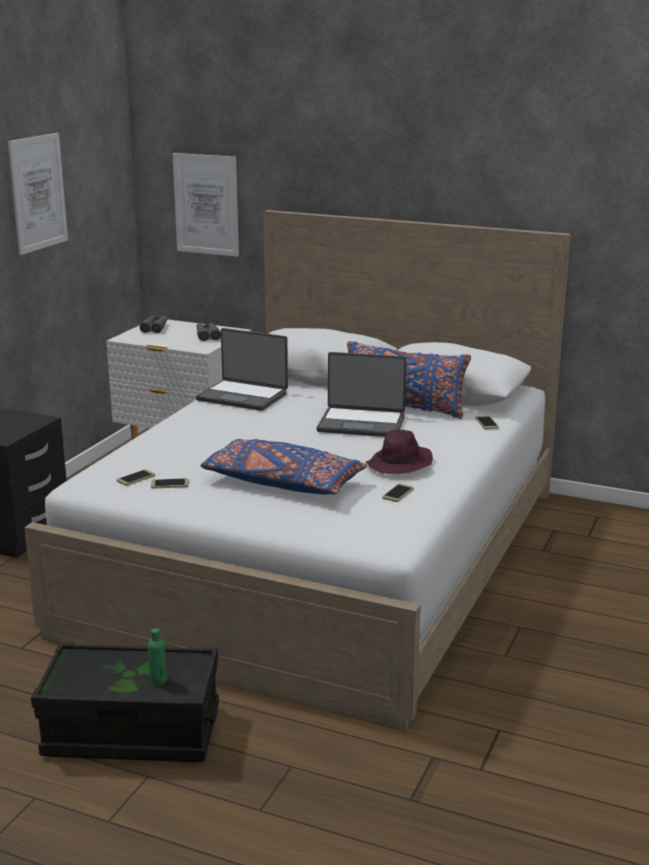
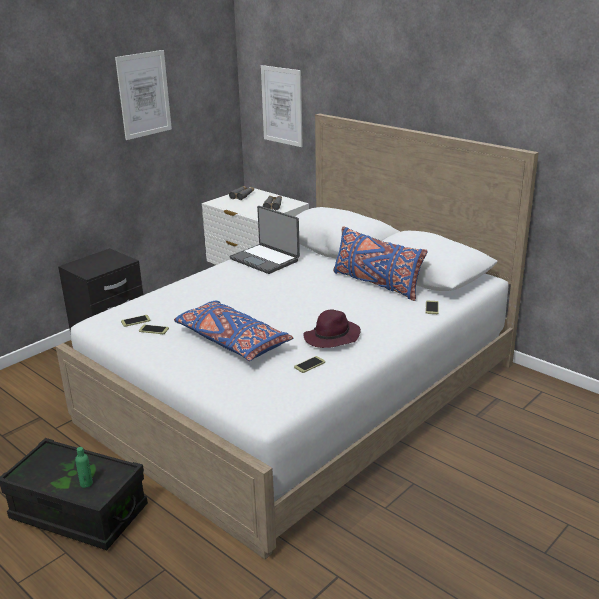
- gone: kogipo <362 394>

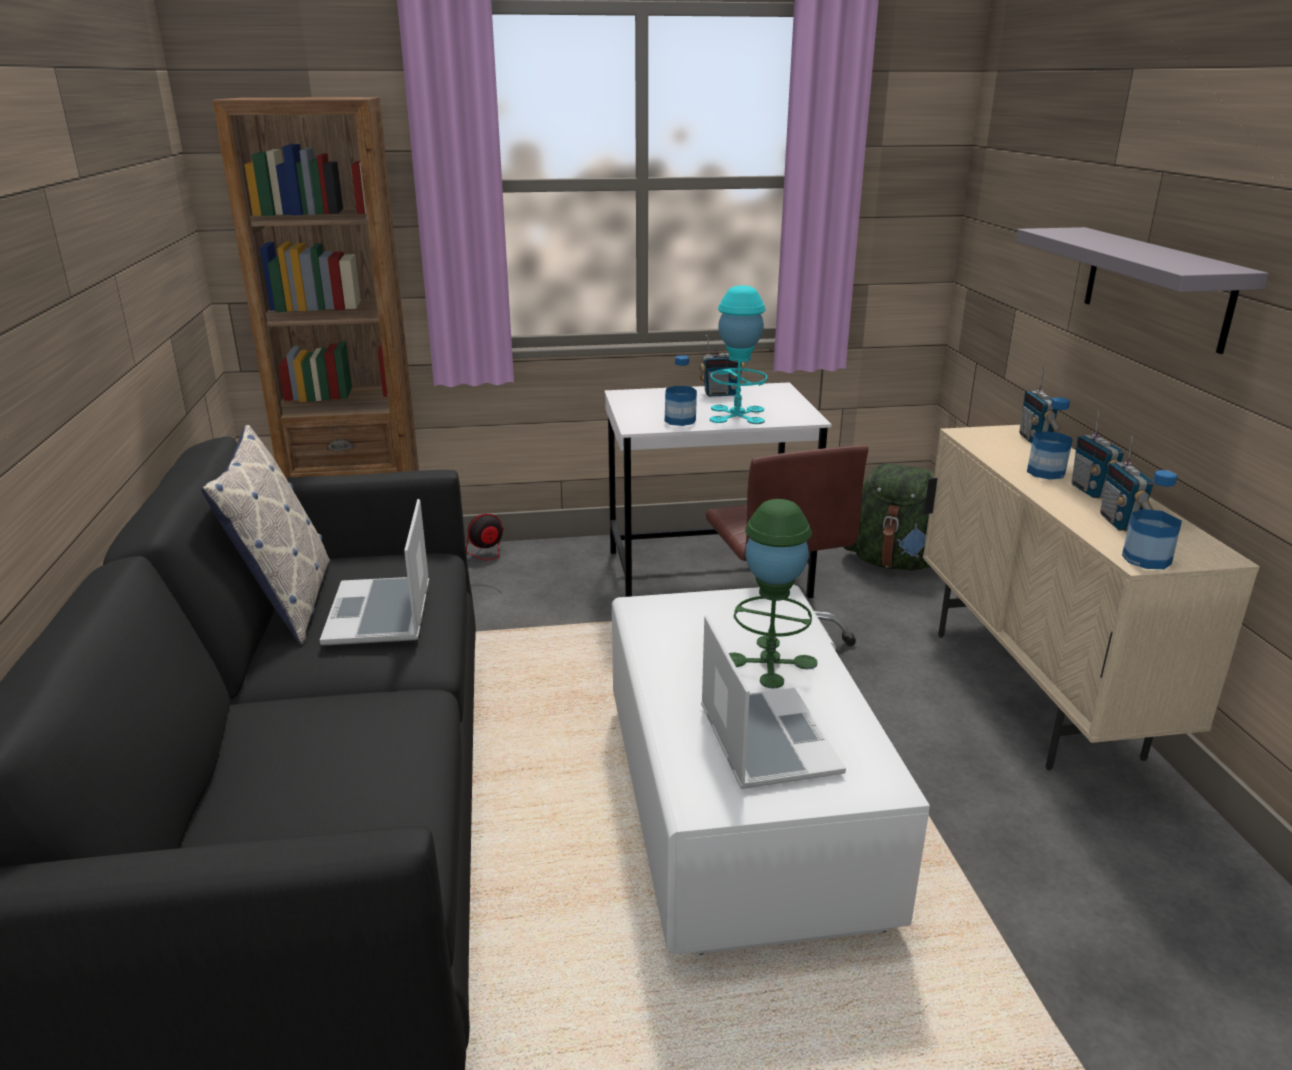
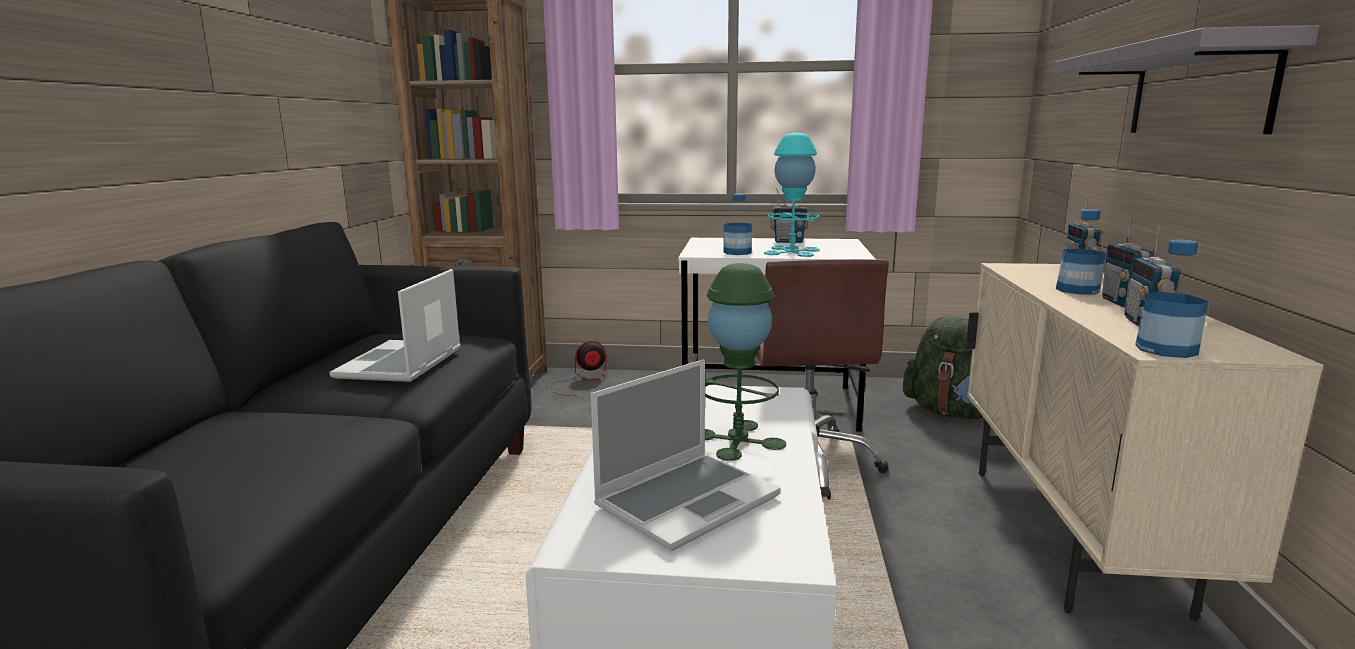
- gone: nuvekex <265 534>
- rotated: kogipo <773 702> = <686 455> 45 degrees clockwise

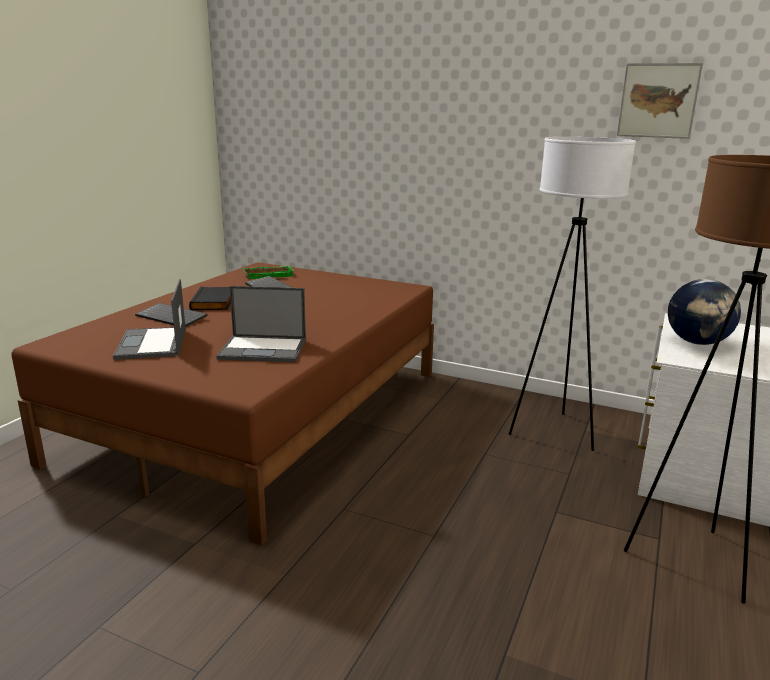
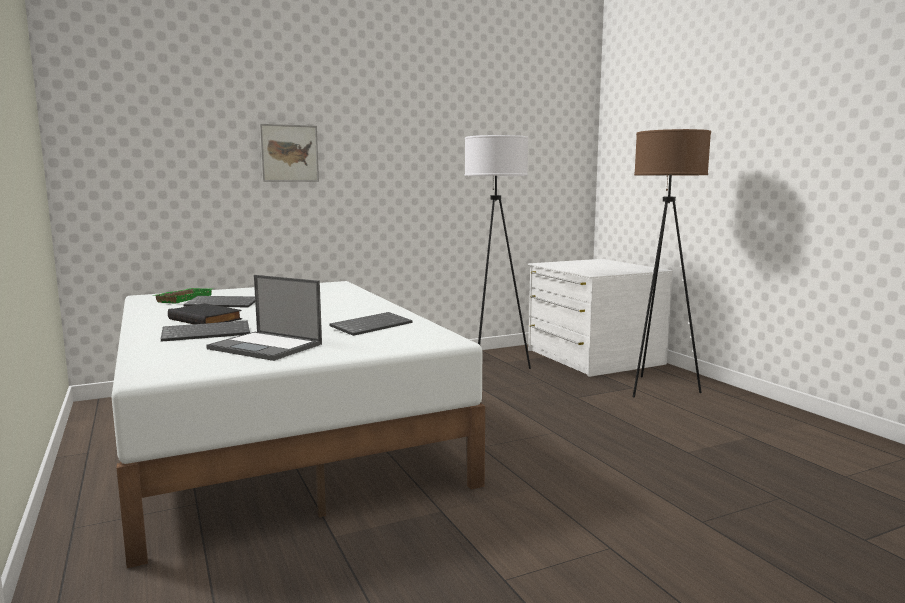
- gone: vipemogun <704 312>
- shifted: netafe <660 101> to <289 153>
- swapped: kogipo <261 324> to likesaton <371 324>
- repainted: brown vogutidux <223 404> to white vogutidux <298 424>

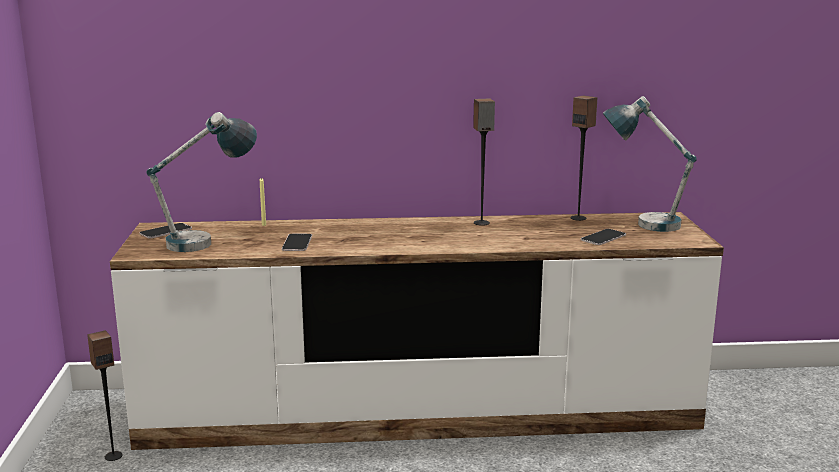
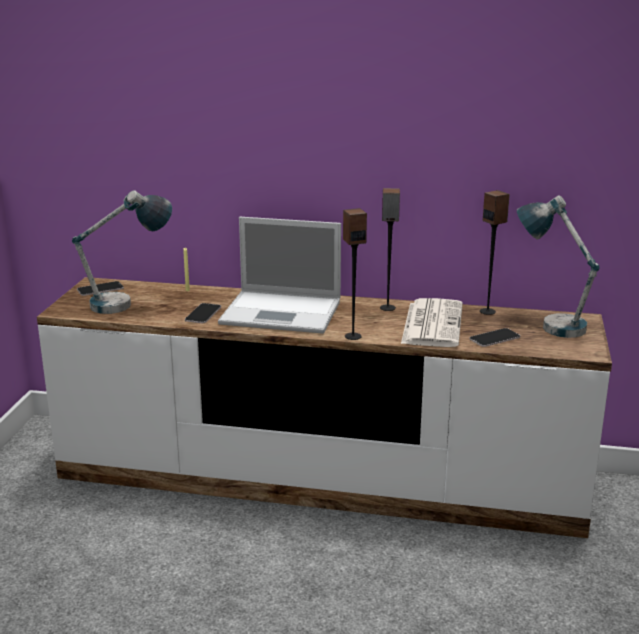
- new: kogipo <279 275>
- new: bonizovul <432 322>
- shifted: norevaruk <105 395> to <355 274>

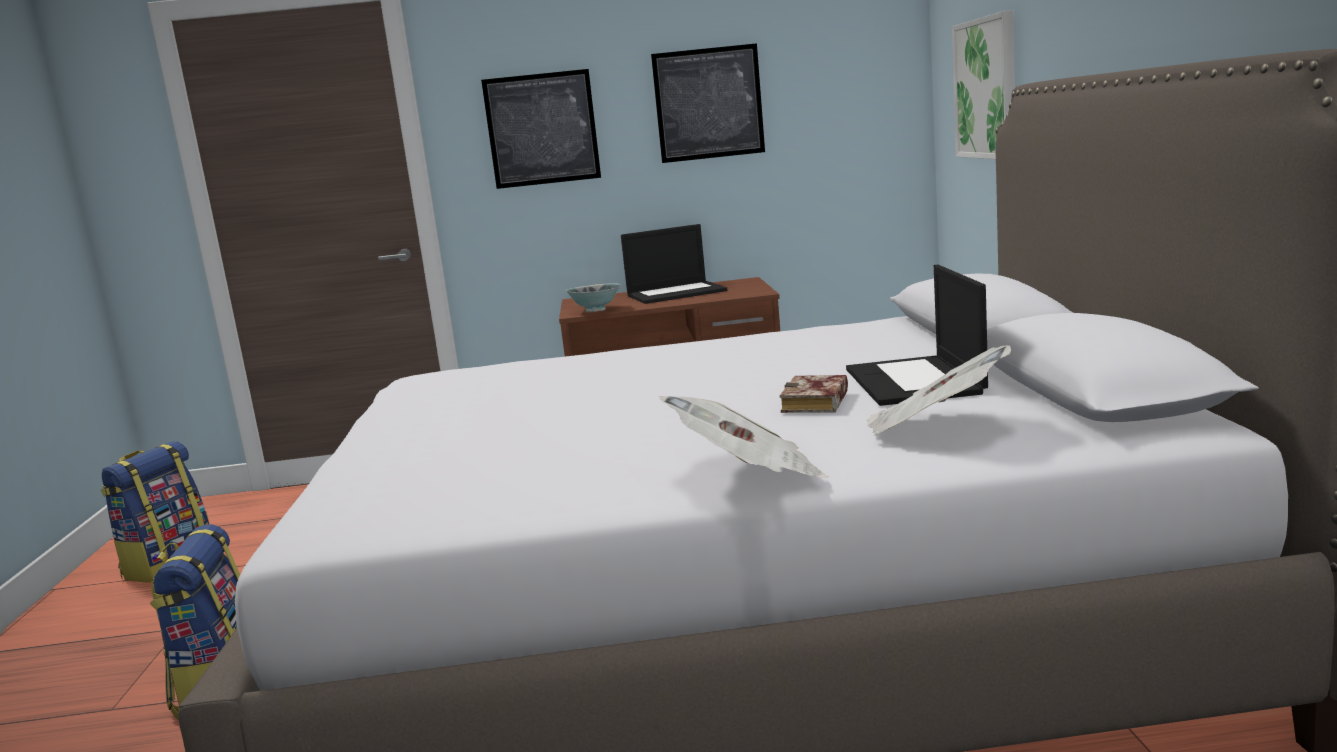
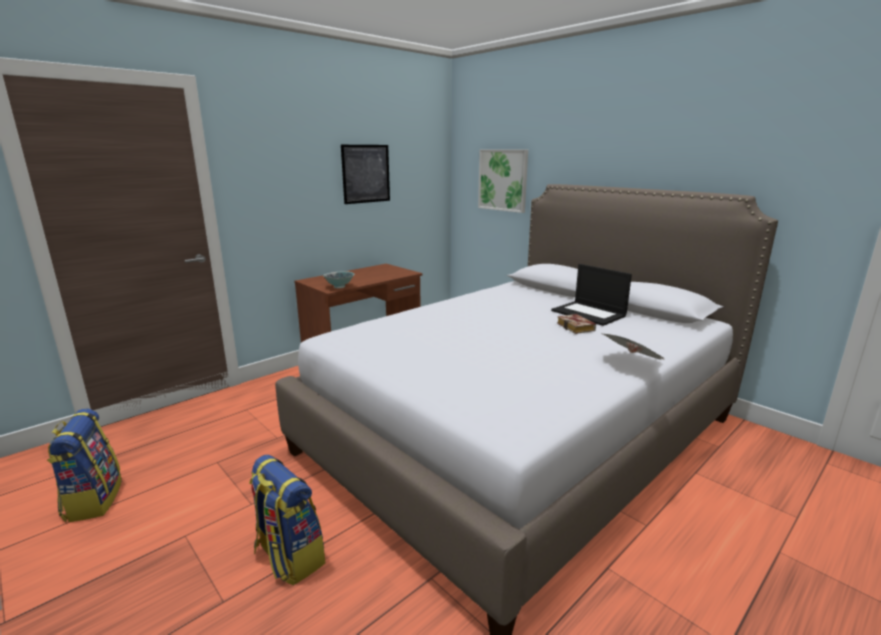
- gone: netafe <541 129>
- gone: kogipo <674 264>
- gone: bonizovul <939 390>

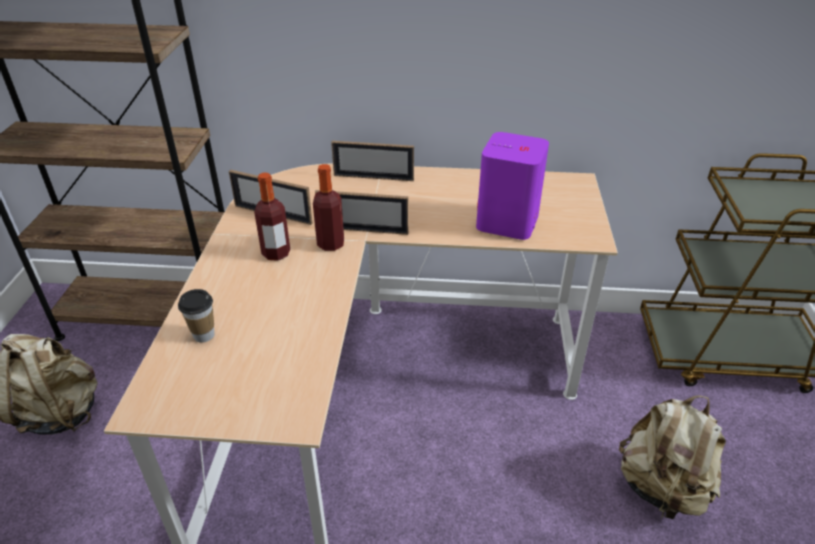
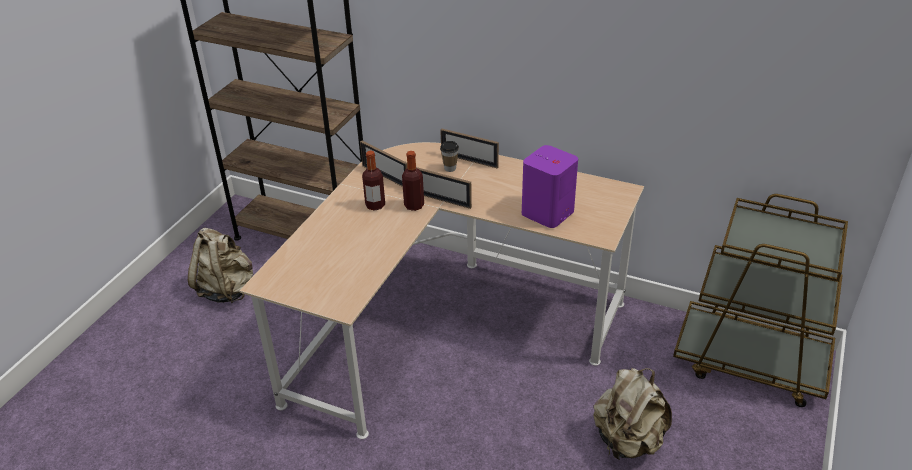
- shifted: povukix <196 316> to <449 156>

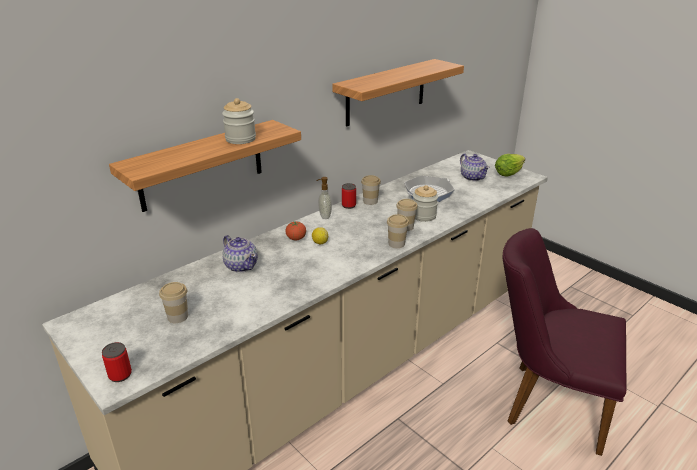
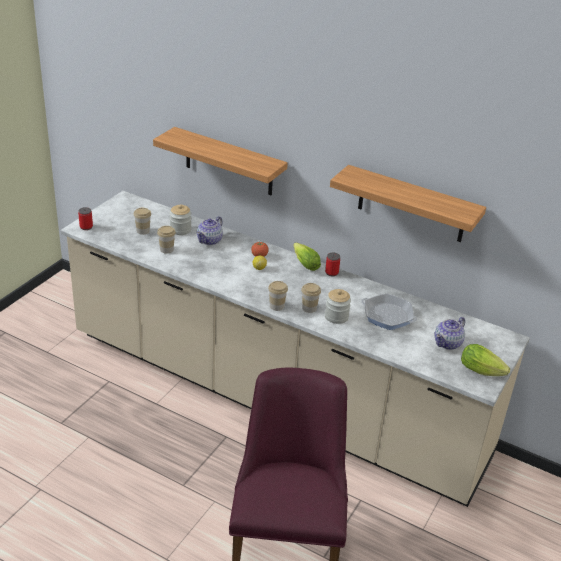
- shifted: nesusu <239 121> to <180 219>
- shifted: povukix <371 190> to <166 240>
- swapped: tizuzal <324 198> to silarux <307 256>

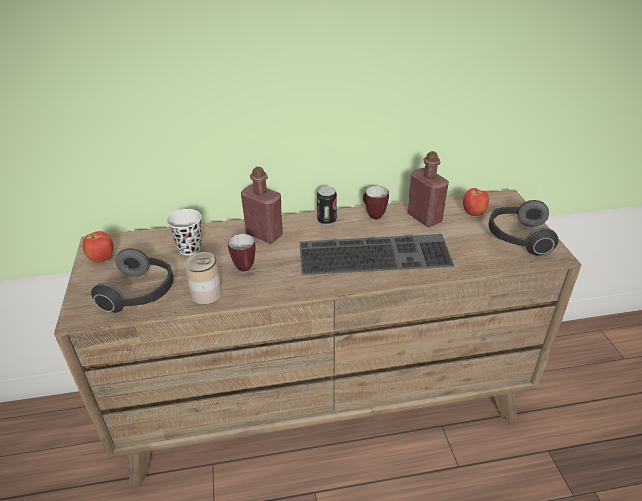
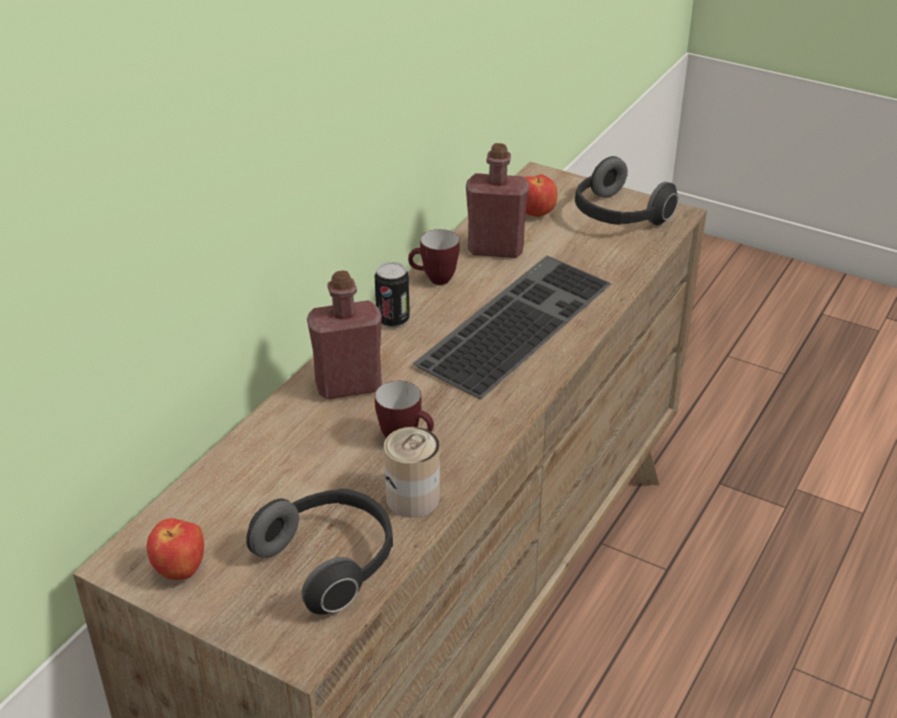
- gone: white povukix <184 232>

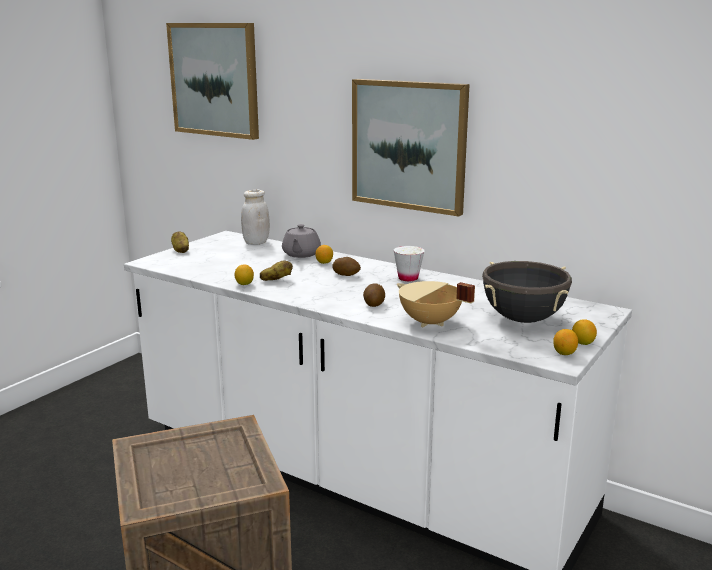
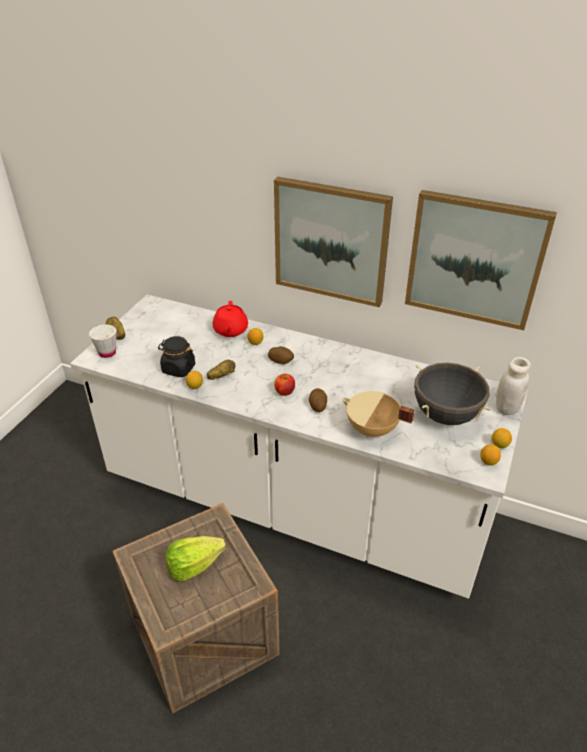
- new: black nesusu <176 356>
- new: silarux <196 558>
- new: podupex <284 385>
- shifted: netafe <212 81> to <481 260>
- shifted: white nesusu <255 217> to <513 386>
- shifted: white povukix <409 263> to <103 341>
- repainted: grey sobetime <301 241> to red sobetime <230 319>

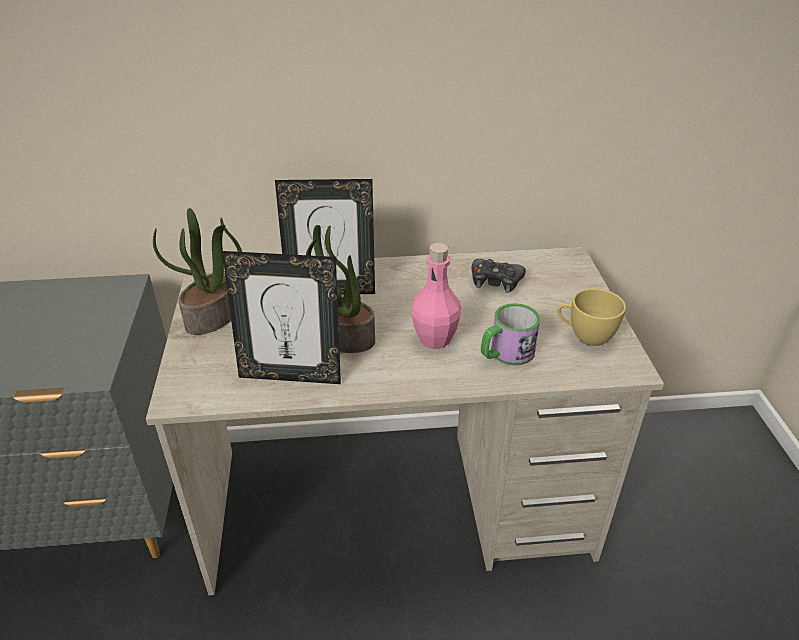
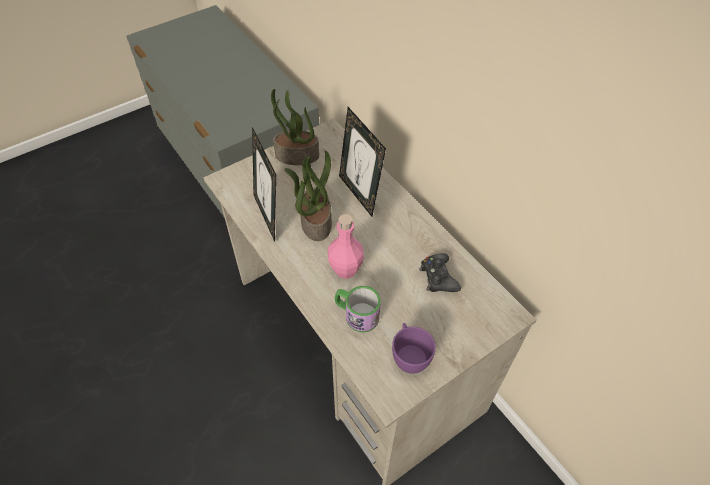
- repainted: yellow povukix <591 317> to purple povukix <414 348>

